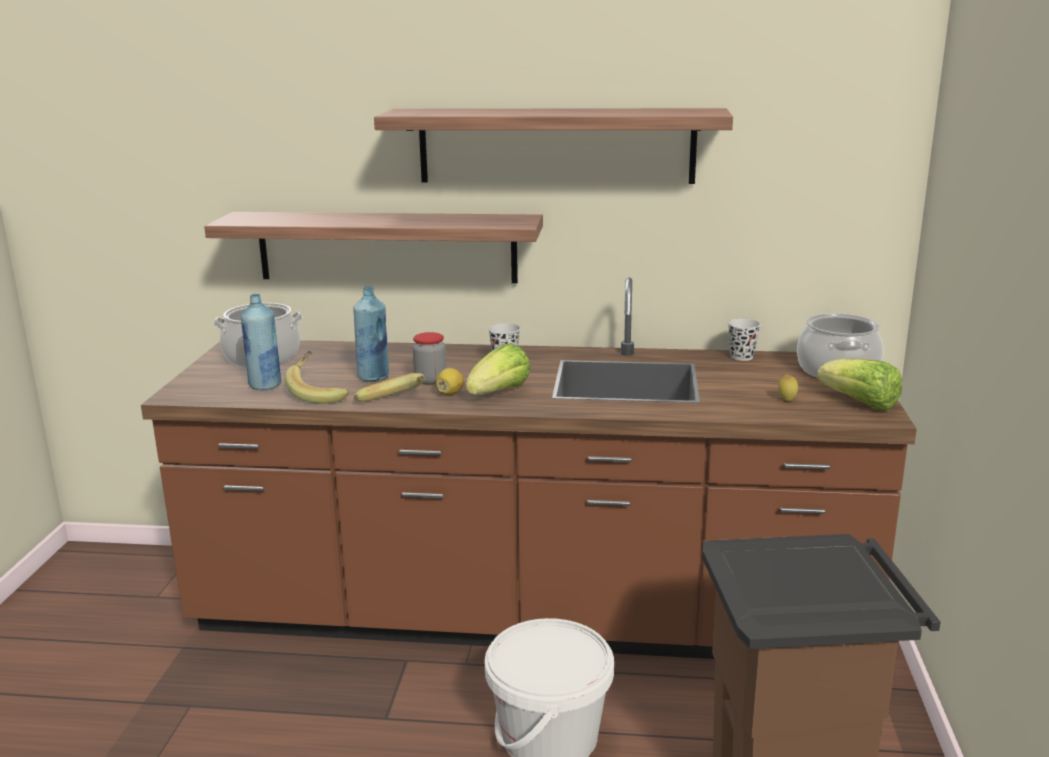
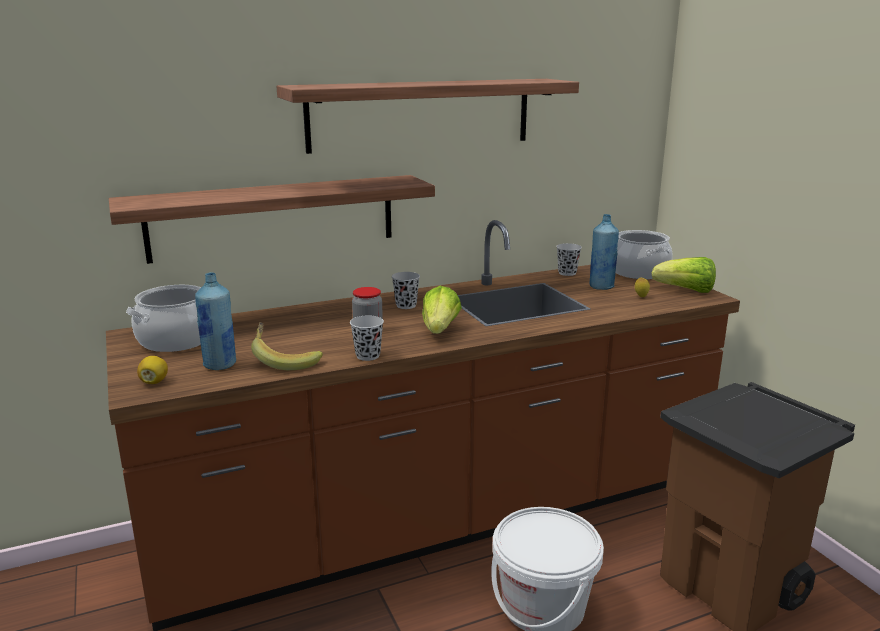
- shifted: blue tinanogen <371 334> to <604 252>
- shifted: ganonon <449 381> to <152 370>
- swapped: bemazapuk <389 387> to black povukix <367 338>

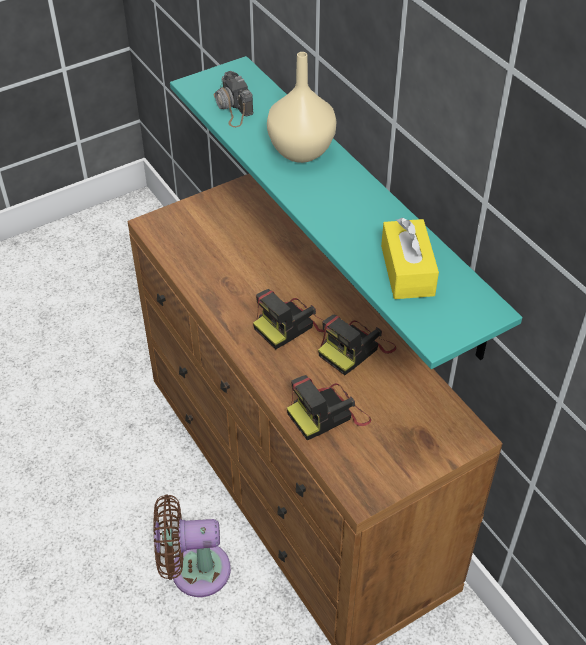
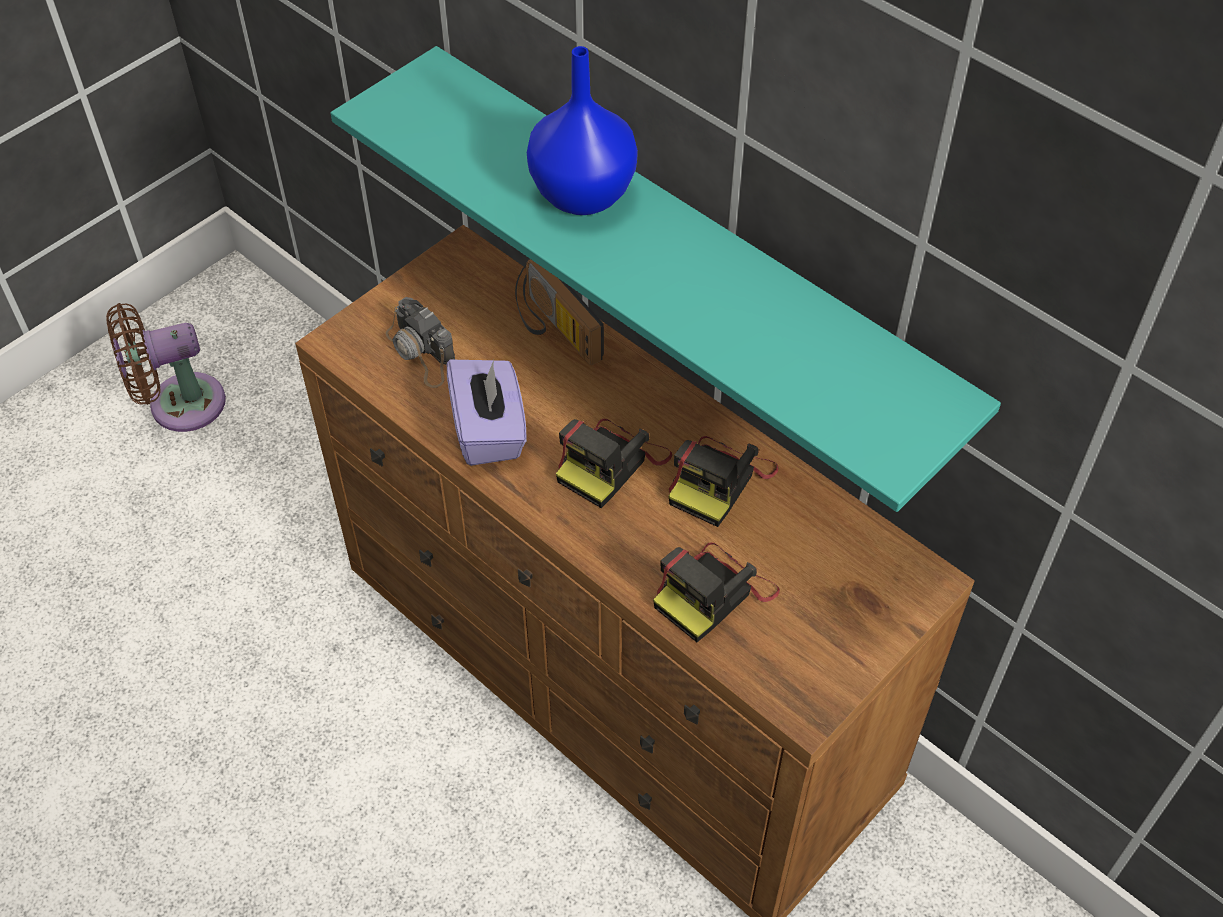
- gone: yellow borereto <410 258>
- new: purple borereto <487 413>
- new: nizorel <559 312>
- shifted: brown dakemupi <192 545> to <166 367>
- shifted: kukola <234 99> to <420 342>
- repainted: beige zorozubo <302 107> to blue zorozubo <582 130>

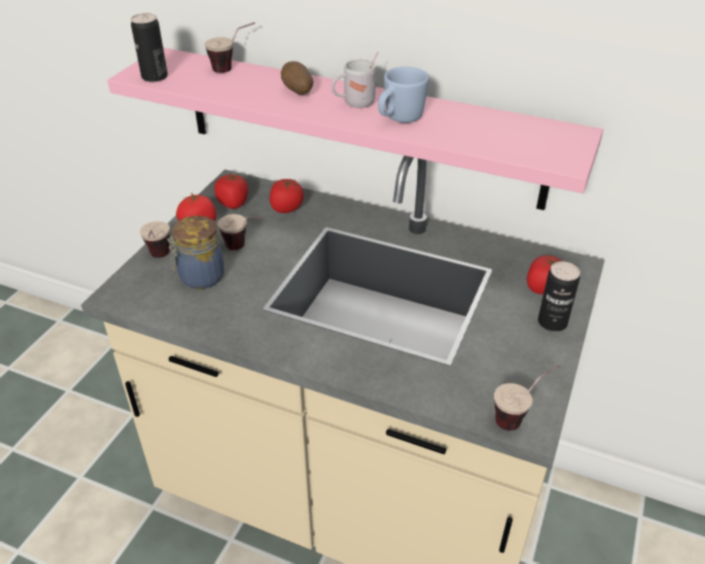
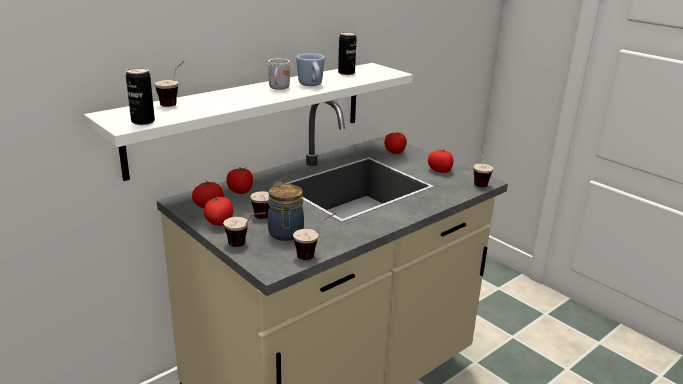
- gone: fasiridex <297 78>
- new: povukix <314 236>
- new: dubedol <441 161>
- shifted: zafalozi <559 296> to <347 53>
- repainted: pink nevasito <355 129> to white nevasito <248 122>

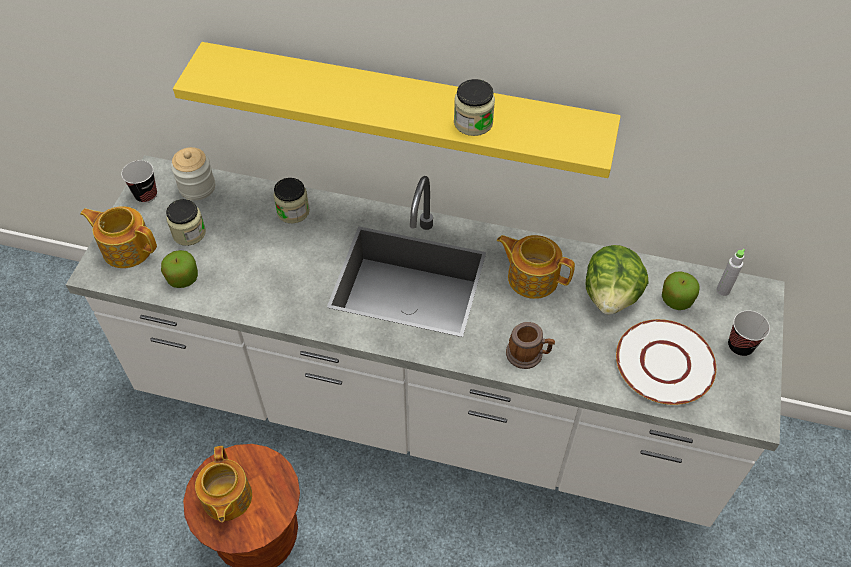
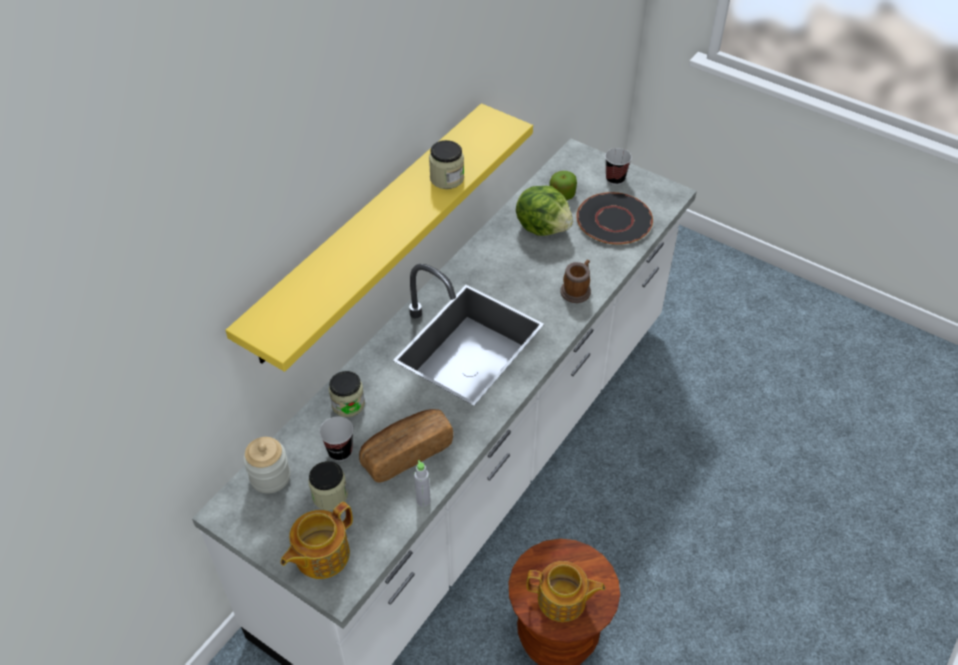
- gone: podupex <179 269>
- gone: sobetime <536 267>
- new: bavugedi <406 446>
- shifted: povukix <139 181> to <336 439>
- shifted: grey tinanogen <730 272> to <422 483>
- repainted: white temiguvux <666 362> to black temiguvux <614 218>

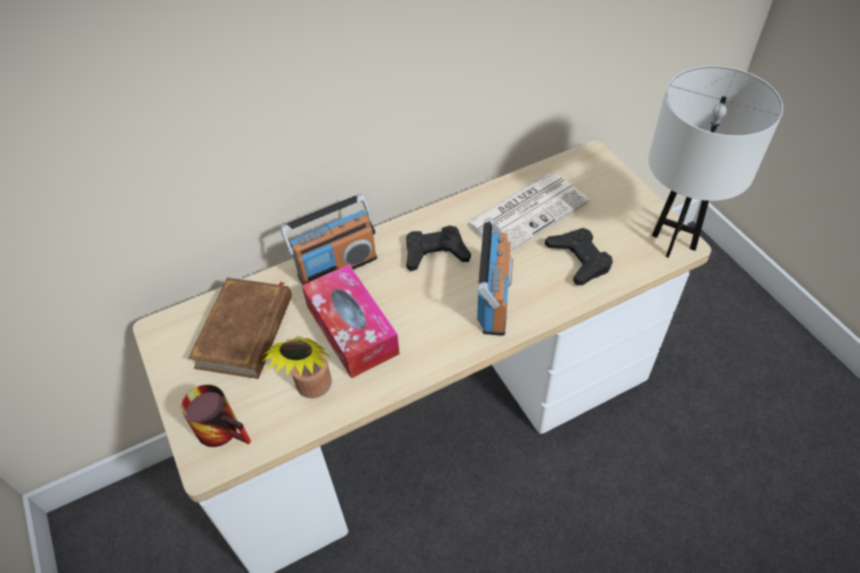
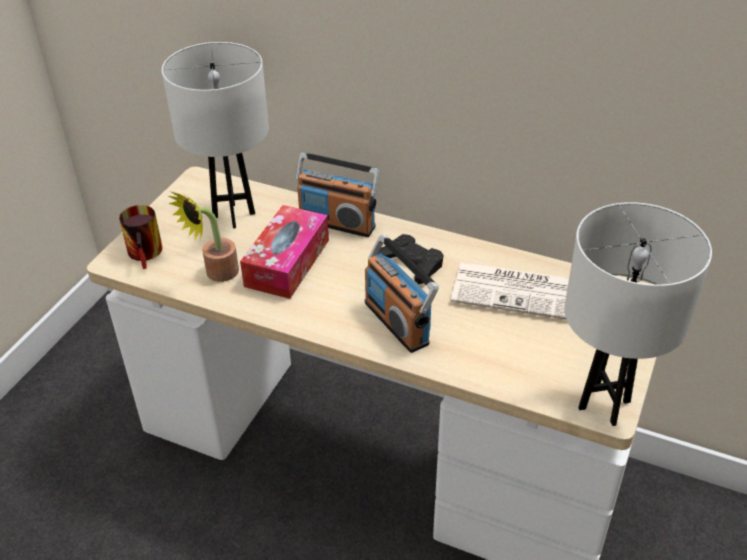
- gone: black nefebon <579 256>
- swapped: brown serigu <240 328> to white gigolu <215 135>
- rotated: nizorel <495 276> = <402 294> 90 degrees clockwise

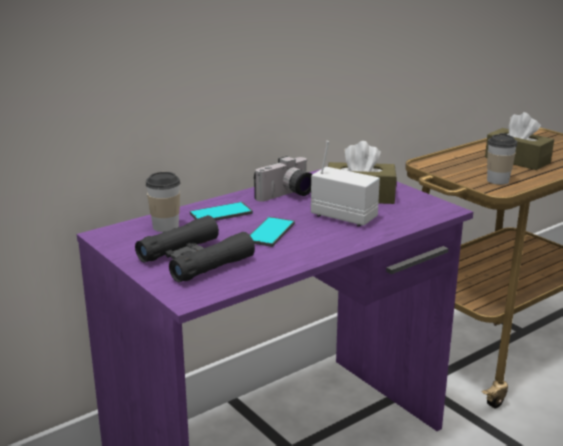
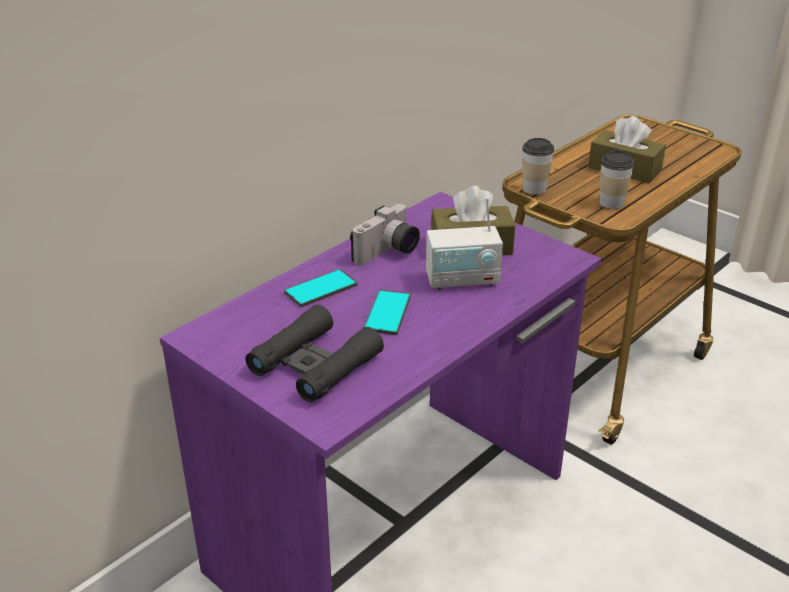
- shifted: povukix <163 202> to <538 166>
- rotated: nizorel <345 184> = <464 243> 150 degrees clockwise

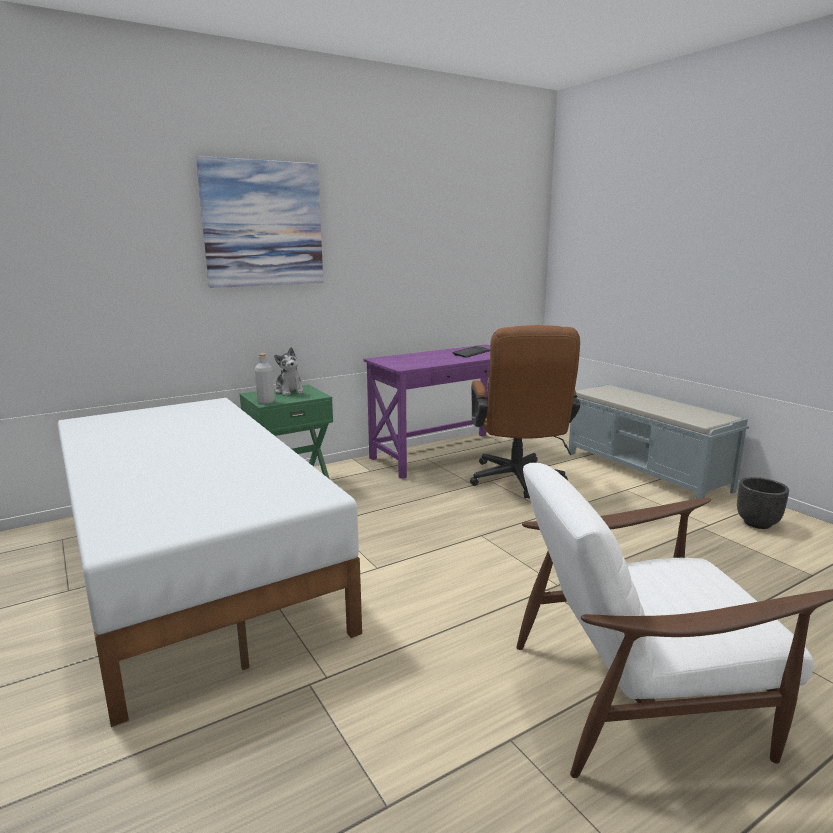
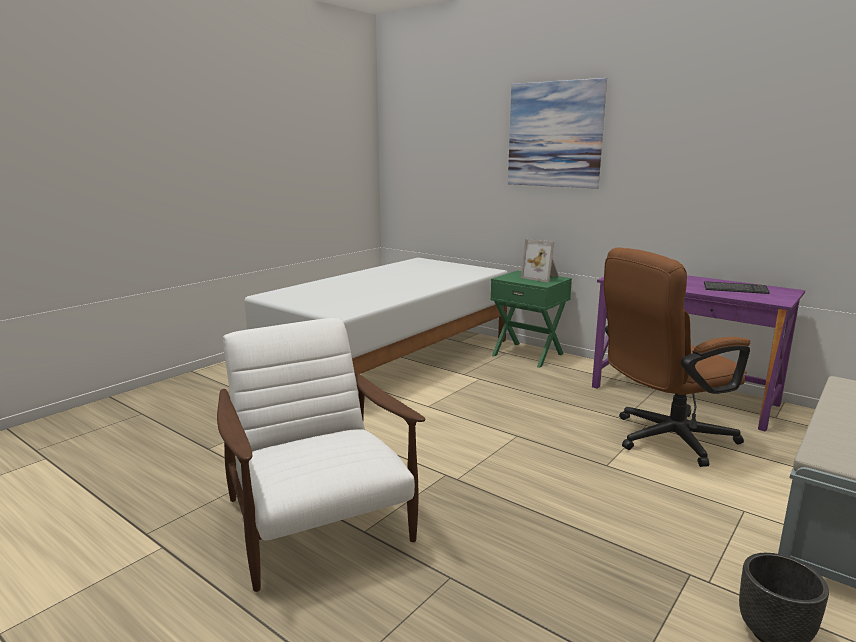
- gone: grey tinanogen <265 378>
- swapped: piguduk <289 371> to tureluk <540 260>

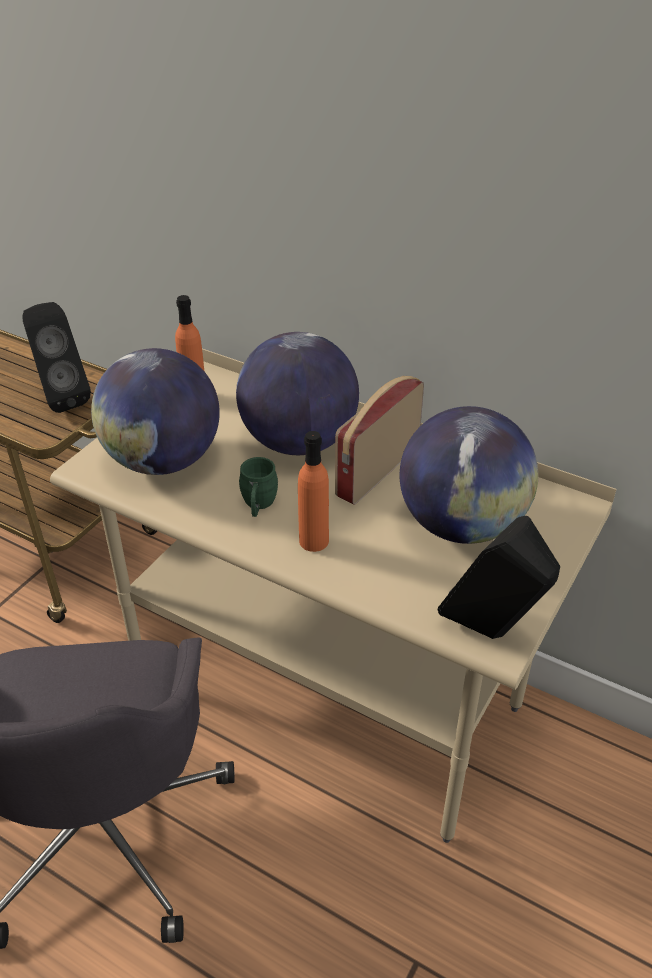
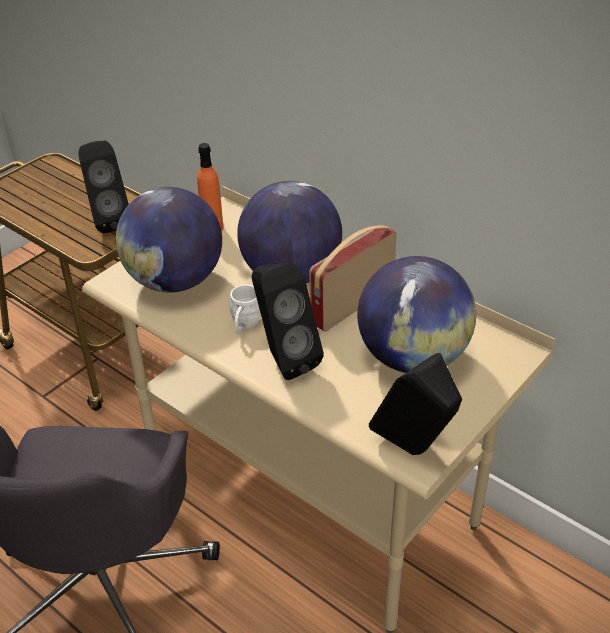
- swapped: orange tinanogen <313 491> to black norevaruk <287 321>
- repainted: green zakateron <258 487> to white zakateron <245 309>

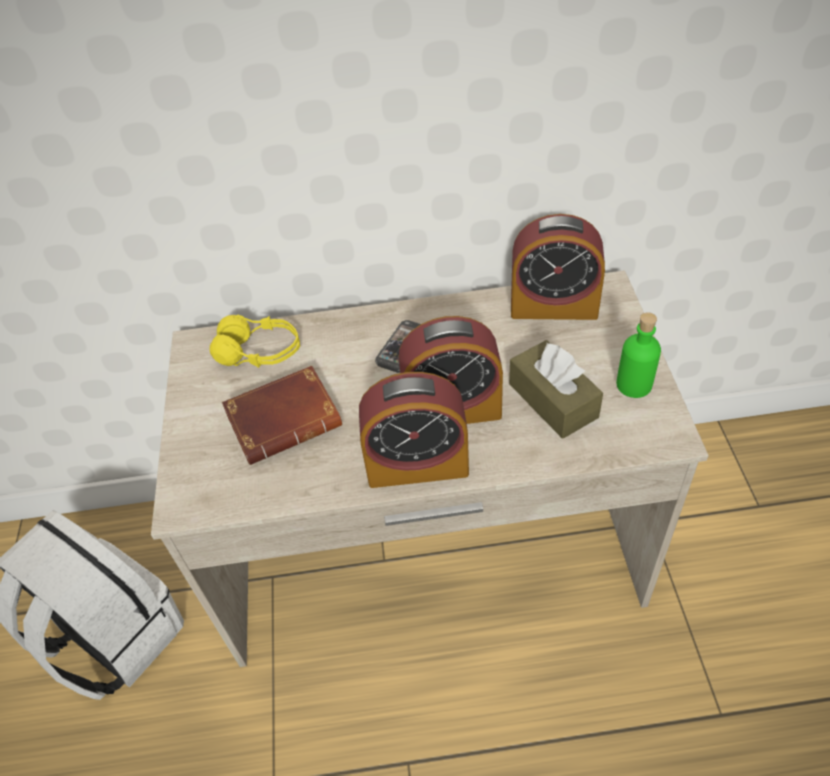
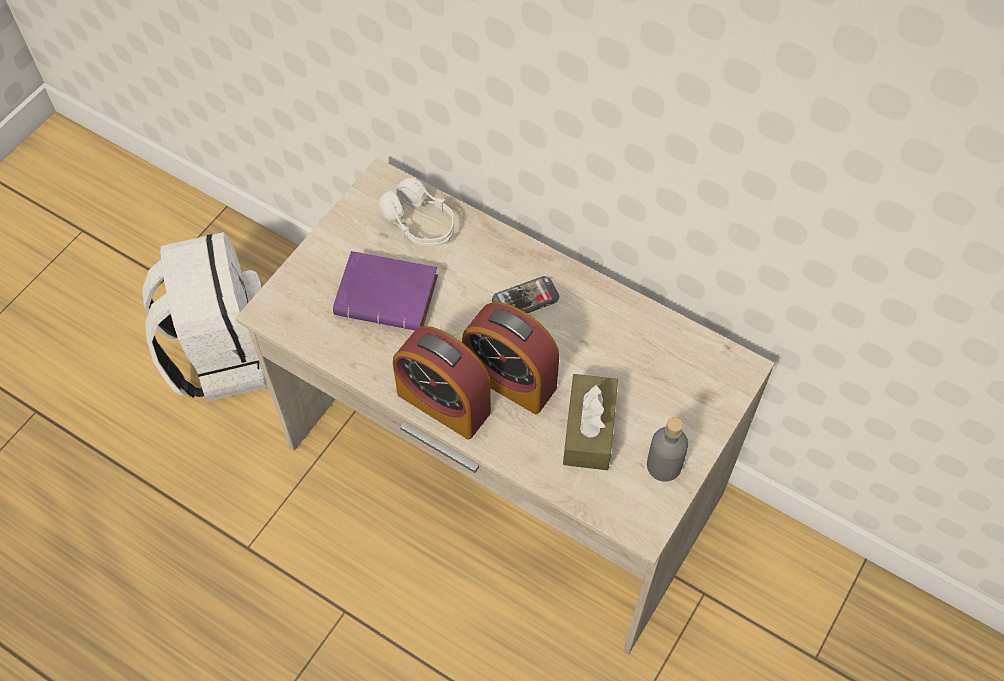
- gone: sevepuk <558 267>
- repainted: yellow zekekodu <255 341> to white zekekodu <416 211>
- repainted: brown serigu <282 415> to purple serigu <385 290>
- repainted: green tinanogen <638 355> to grey tinanogen <667 449>

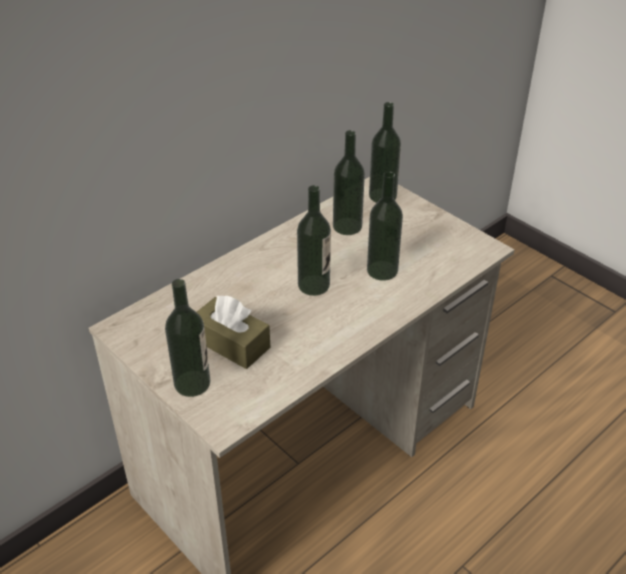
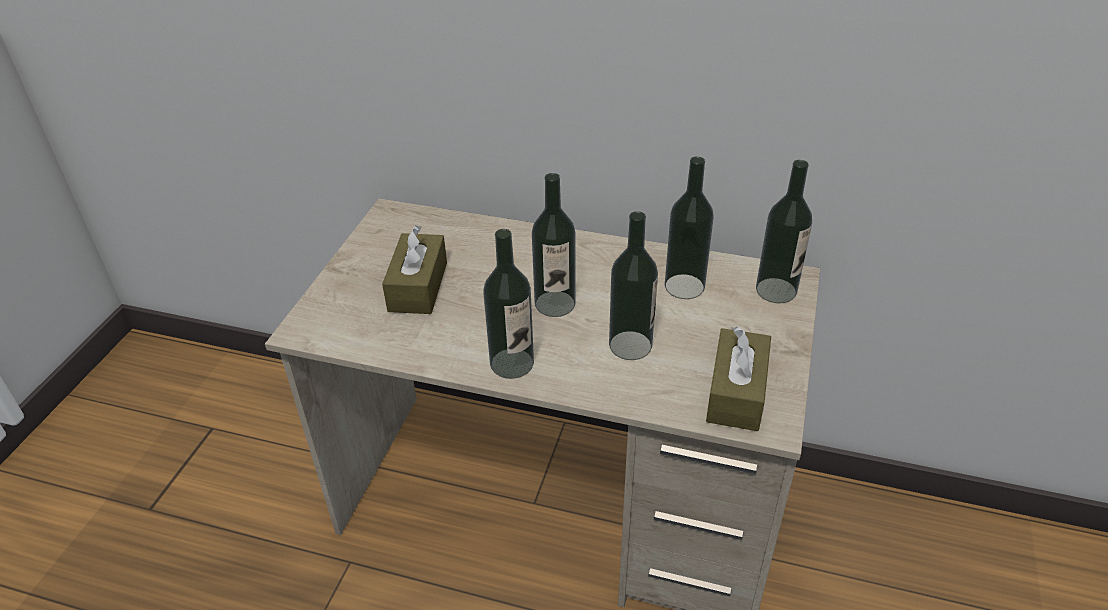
- new: brown borereto <738 379>
- shifted: tinanogen <187 338> to <508 304>

